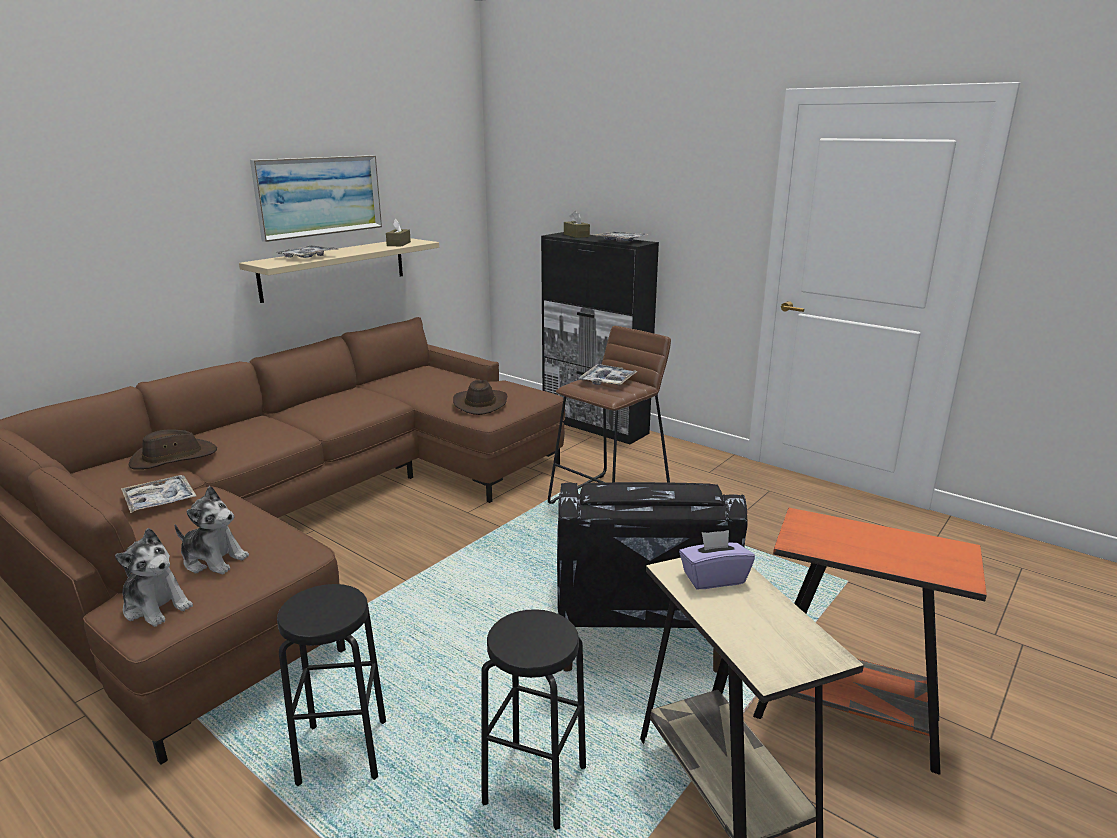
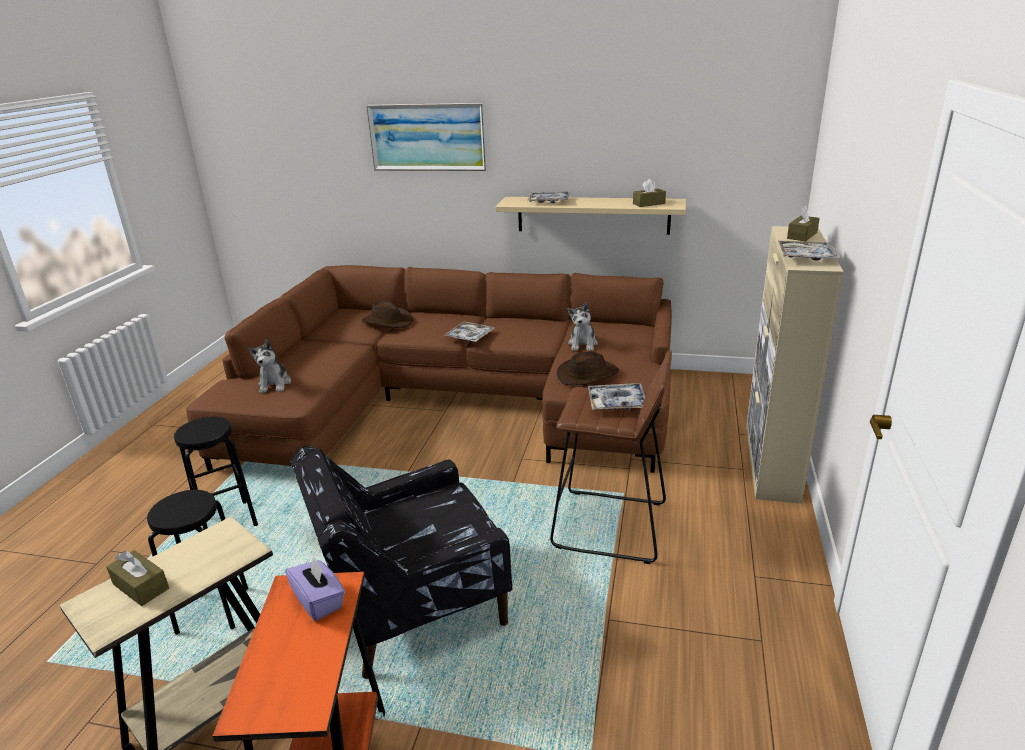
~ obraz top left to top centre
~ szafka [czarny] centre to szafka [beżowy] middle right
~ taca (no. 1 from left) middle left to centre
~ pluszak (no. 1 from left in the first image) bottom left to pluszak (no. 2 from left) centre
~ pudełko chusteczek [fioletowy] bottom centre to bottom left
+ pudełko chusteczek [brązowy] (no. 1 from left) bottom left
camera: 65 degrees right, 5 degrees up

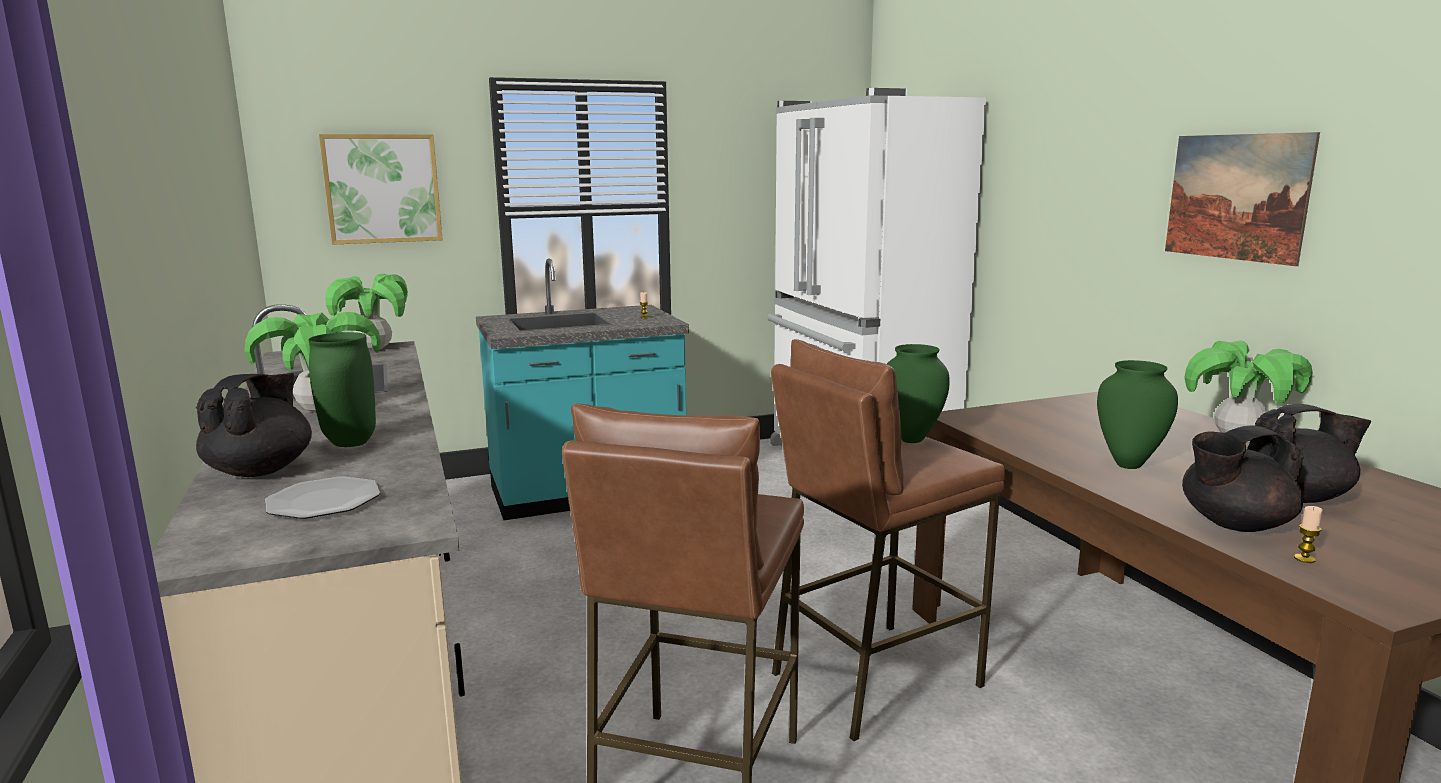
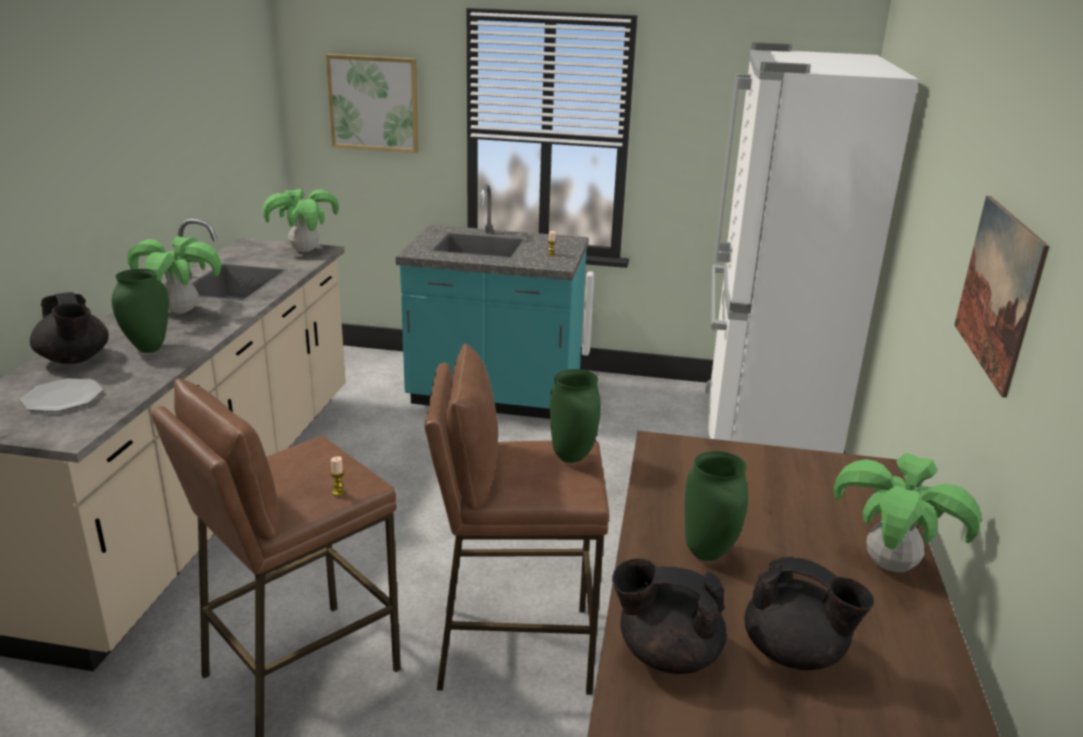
~ imbryk [czarny] (no. 1 from left) middle left = middle left 105 degrees clockwise
~ świeca (no. 2 from left in the first image) bottom right to świeca (no. 1 from left) middle left
camera: 30 degrees right, 10 degrees up

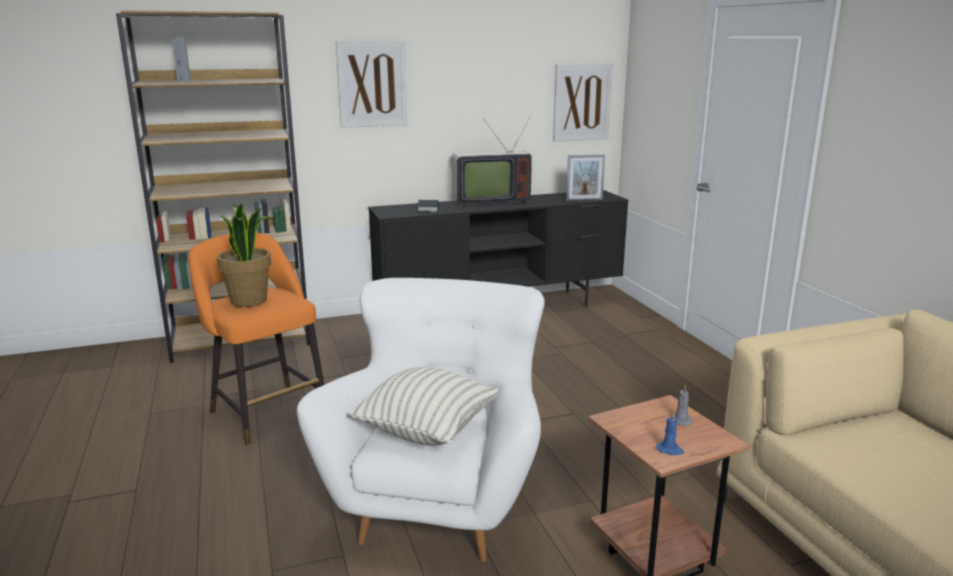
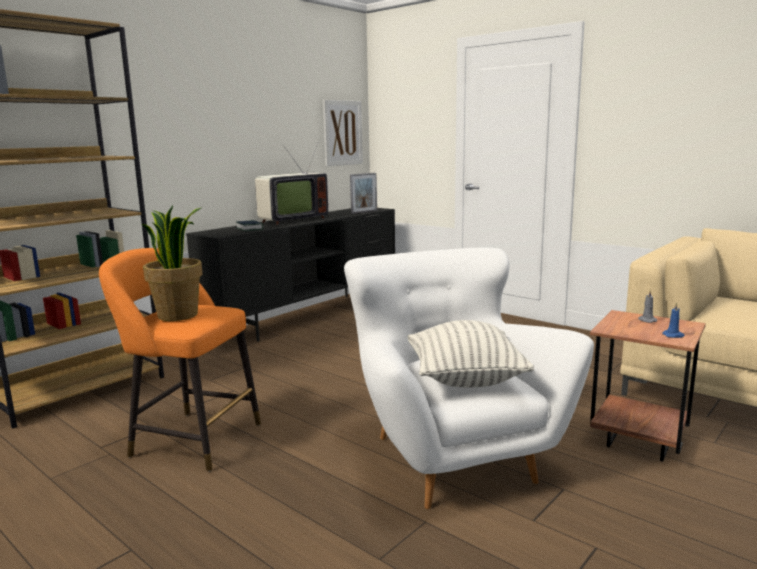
- obraz (no. 1 from left) top centre
camera: 30 degrees left, 5 degrees down

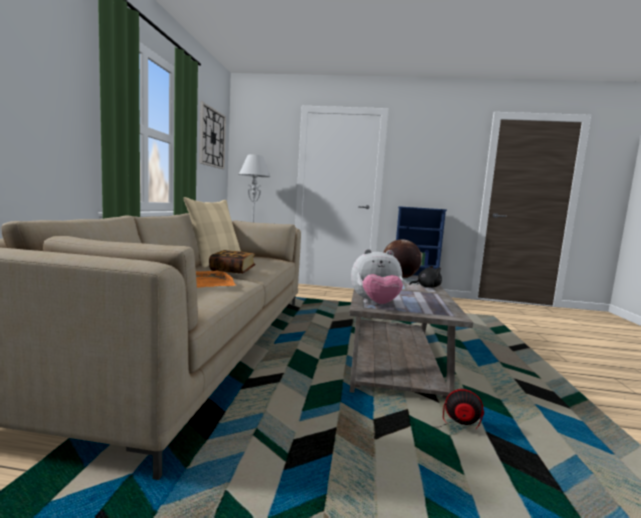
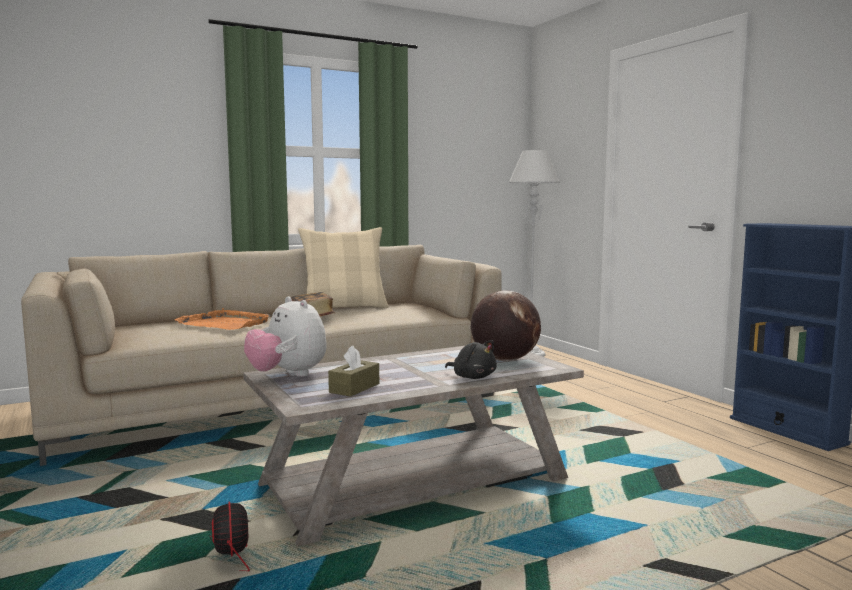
- zegar ścienny top left
+ pudełko chusteczek [brązowy] centre
camera: 55 degrees right, 0 degrees up

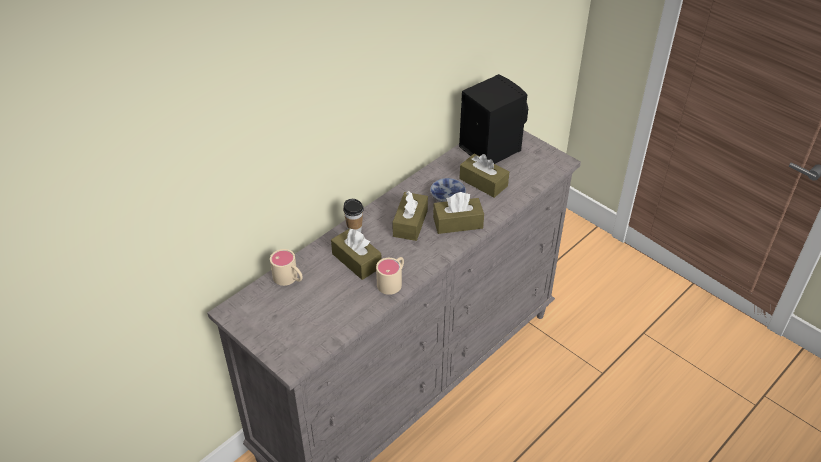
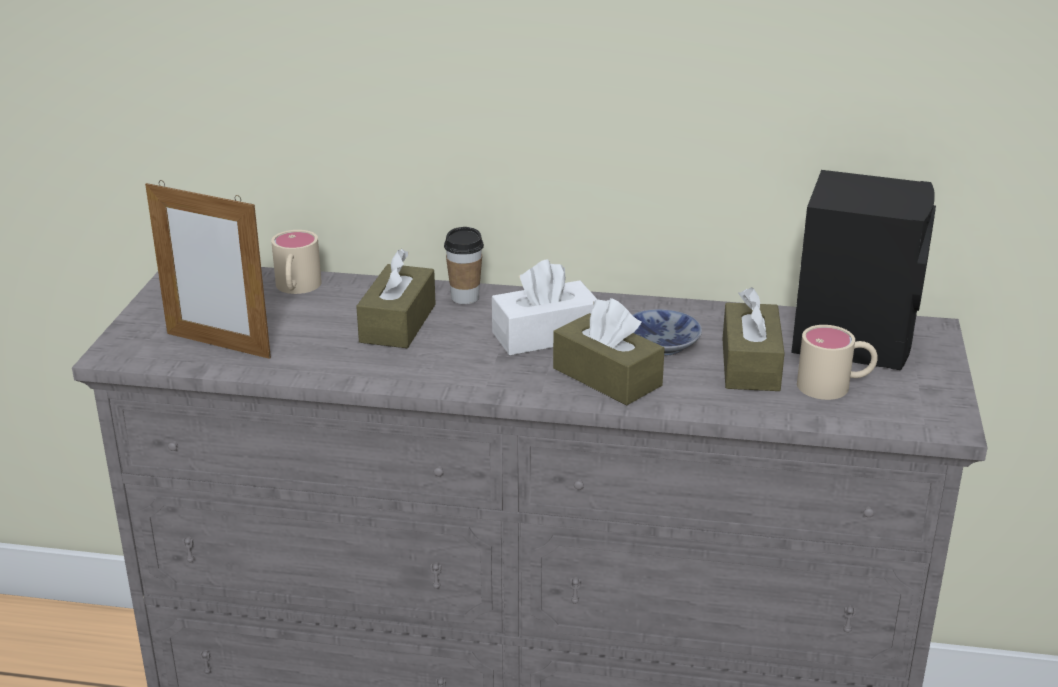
~ pudełko chusteczek [brązowy] (no. 2 from left) centre to pudełko chusteczek [biały] centre
~ kubek [beżowy] (no. 2 from left) centre to middle right
+ ramka na zdjęcie middle left
camera: 55 degrees right, 15 degrees down

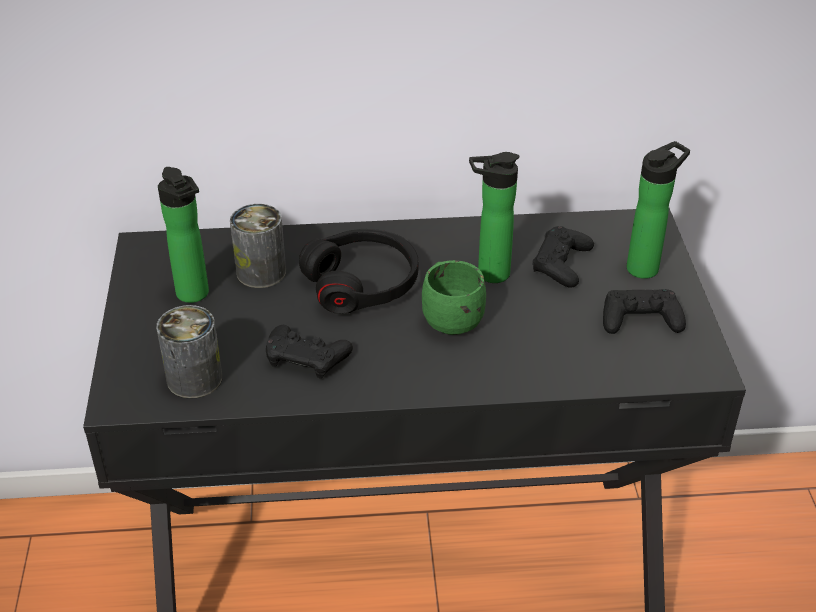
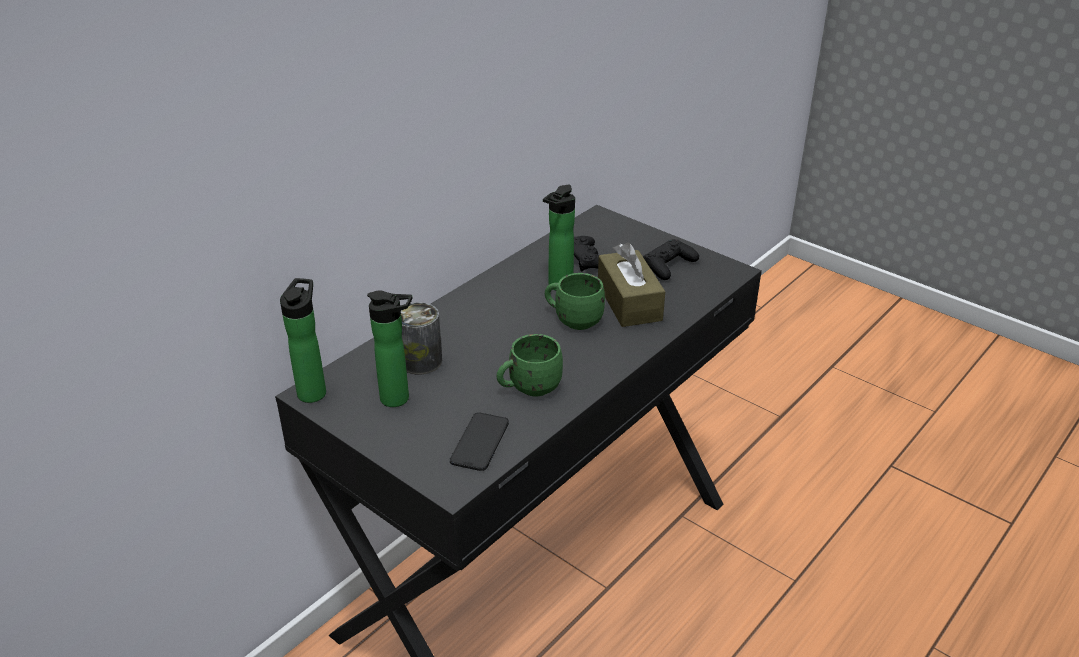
~ butelka (no. 3 from left in the first image) middle right to butelka (no. 1 from left) middle left
- słuchawki [czarny] centre
~ puszka (no. 1 from left) middle left to telefon bottom centre
~ pad do gier [czarny] (no. 1 from left) centre to kubek [zielony] (no. 1 from left) centre
+ pudełko chusteczek [brązowy] centre
camera: 45 degrees left, 5 degrees down

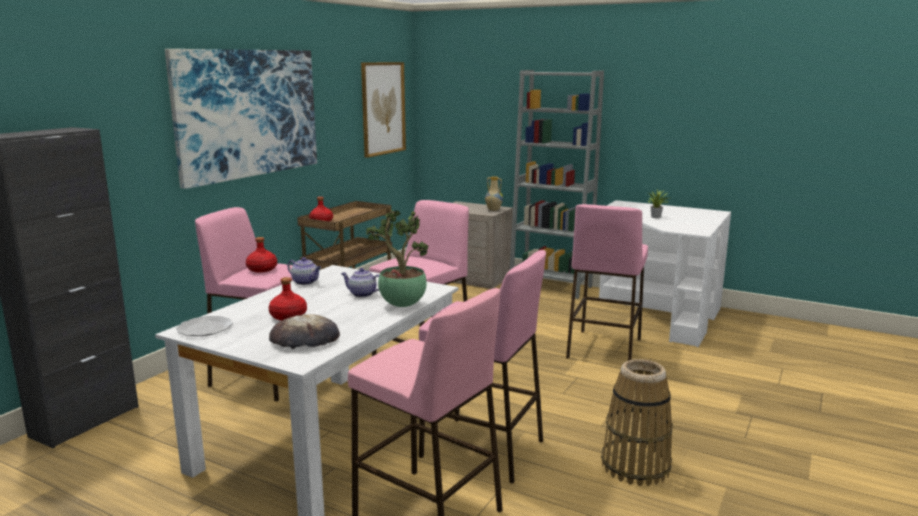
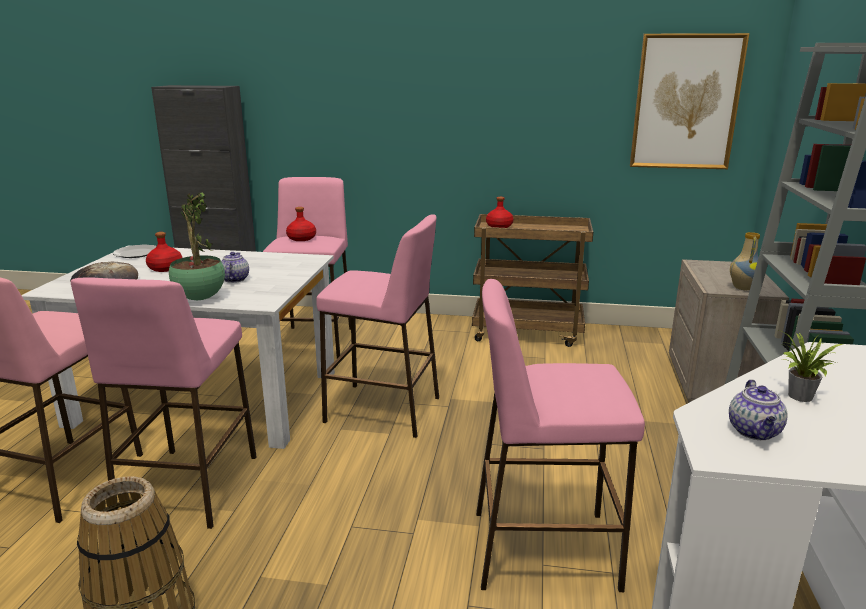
- obraz (no. 1 from left) top left
~ imbryk (no. 1 from left in the first image) middle left to imbryk (no. 2 from left) bottom right
camera: 70 degrees right, 5 degrees up

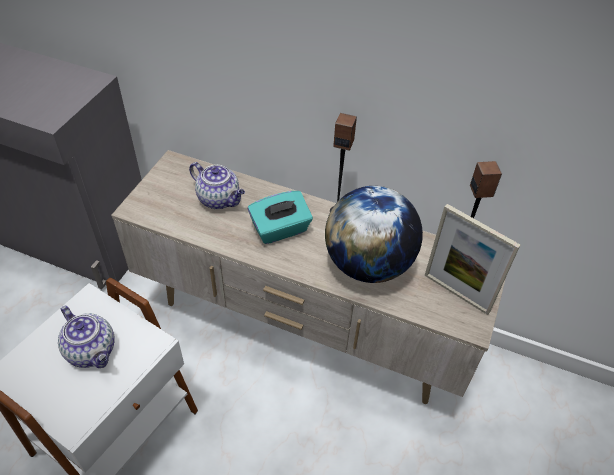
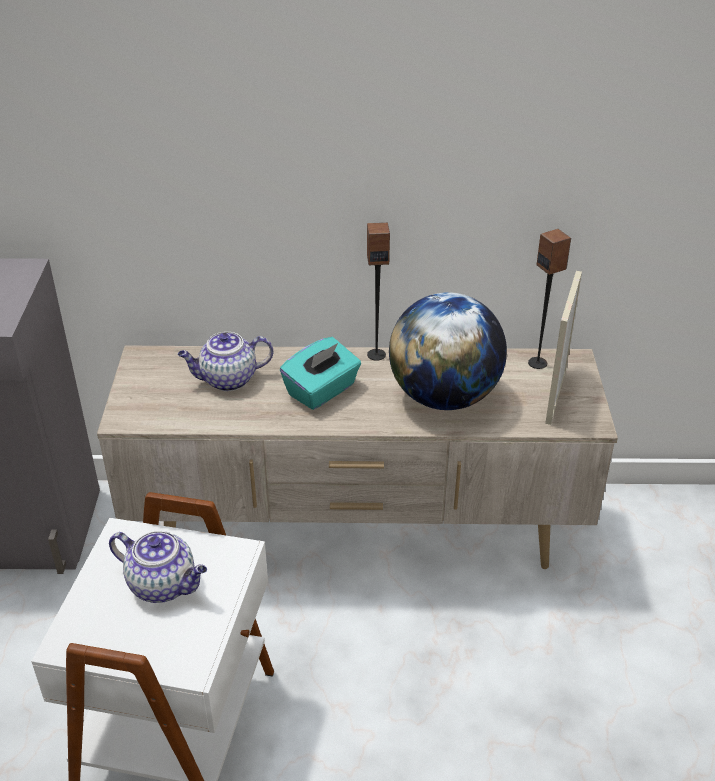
~ imbryk (no. 2 from left) centre = middle left 150 degrees clockwise
~ ramka na zdjęcie middle right = middle right 90 degrees clockwise
camera: 20 degrees left, 10 degrees down

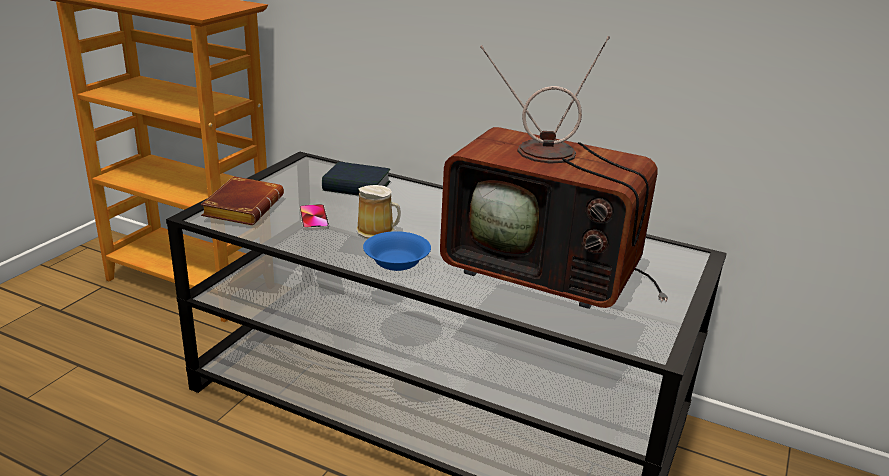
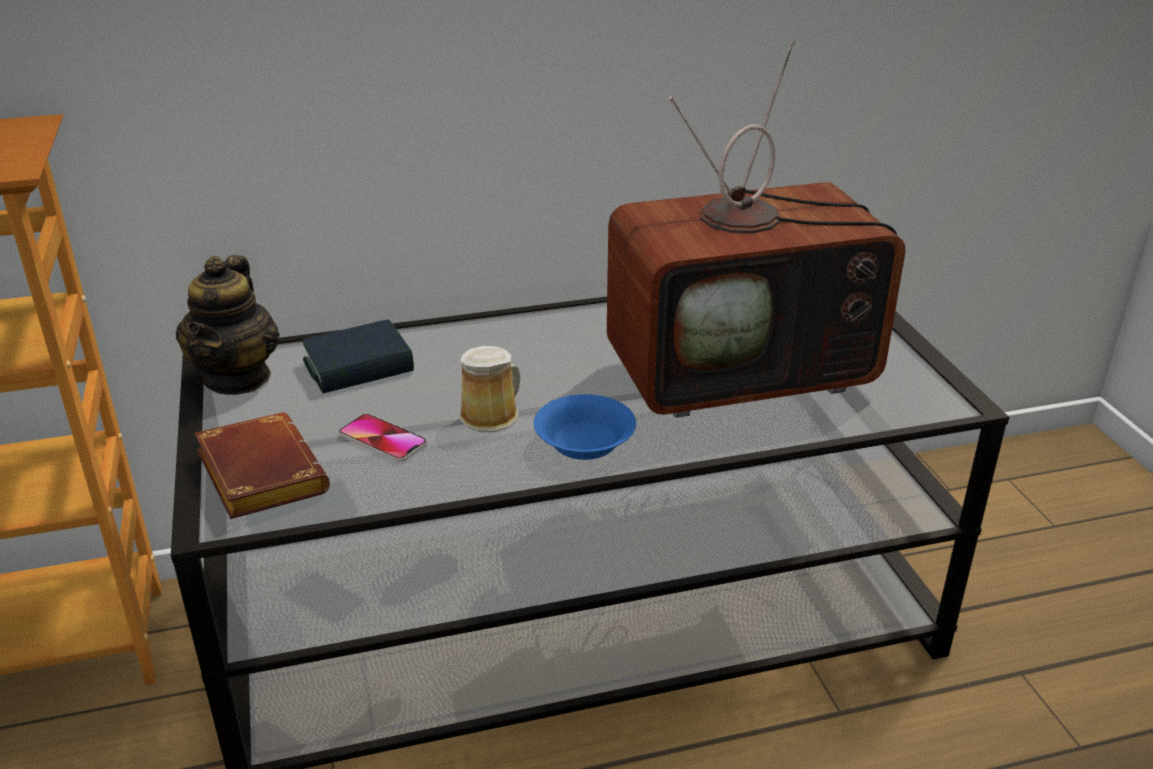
+ imbryk middle left
camera: 40 degrees left, 5 degrees up

